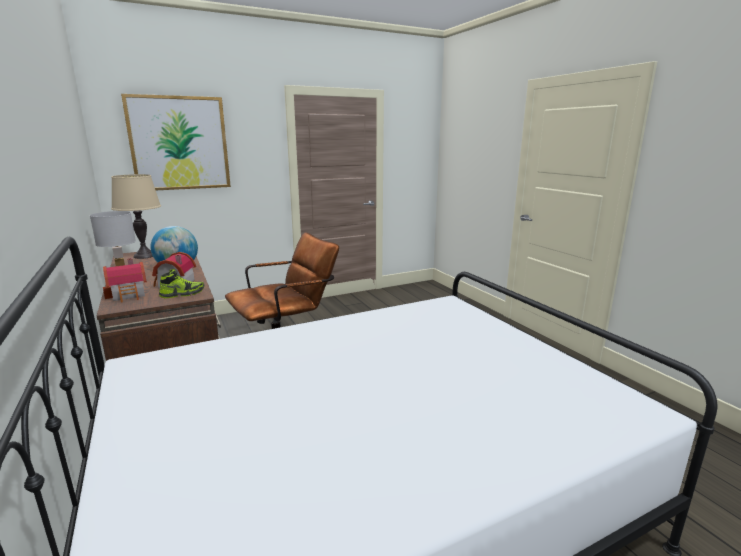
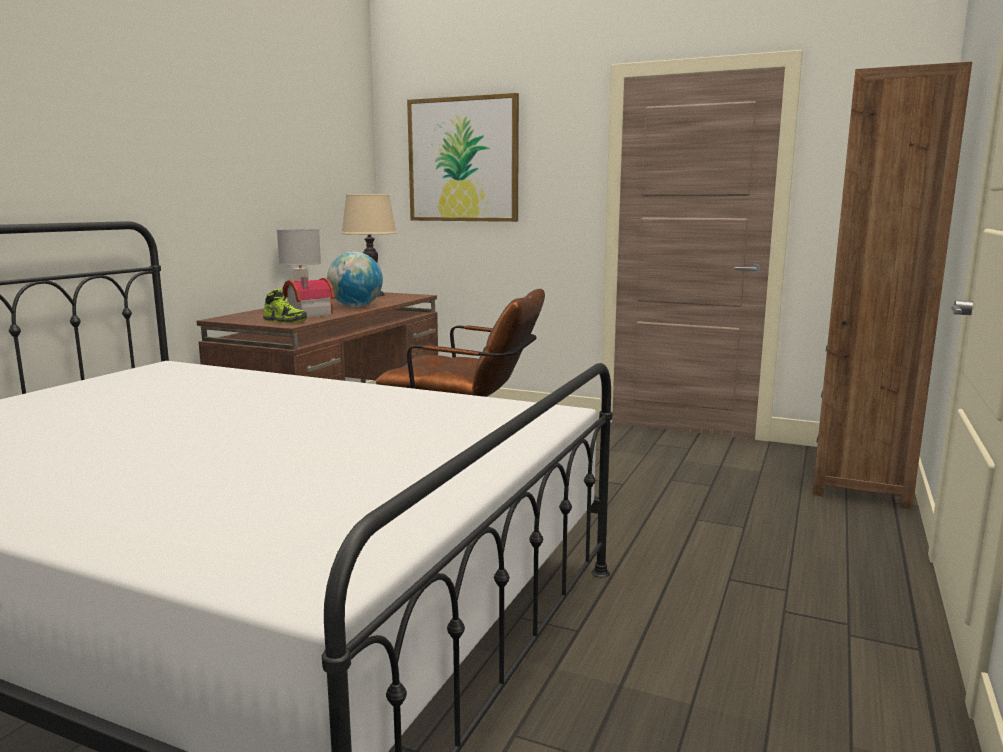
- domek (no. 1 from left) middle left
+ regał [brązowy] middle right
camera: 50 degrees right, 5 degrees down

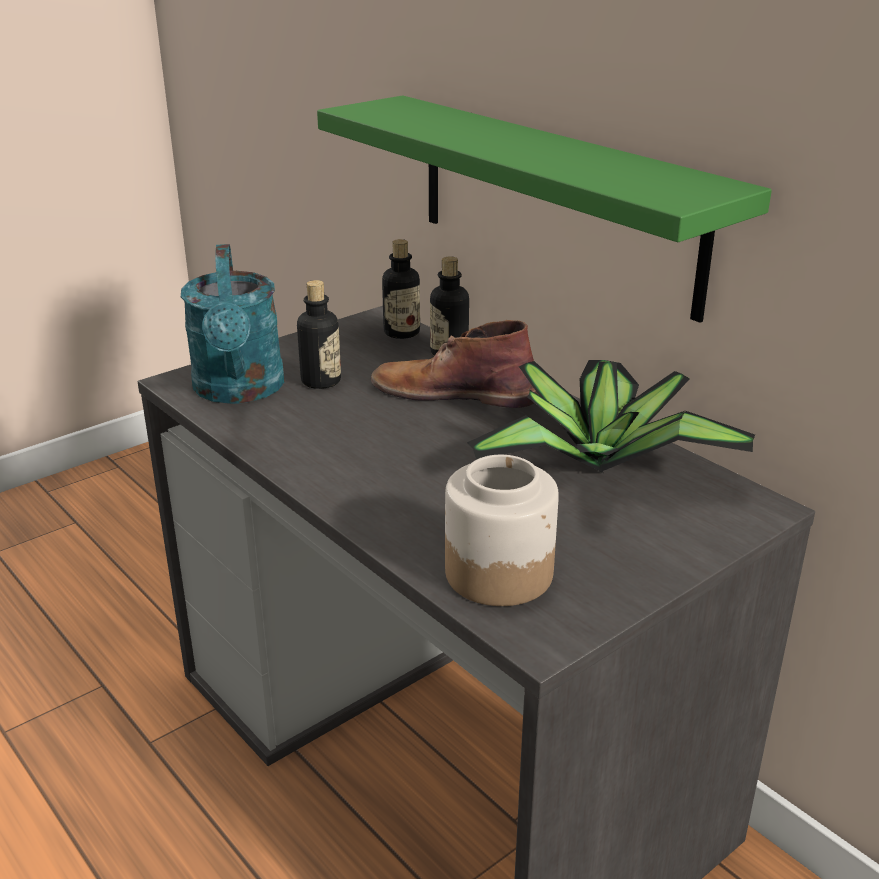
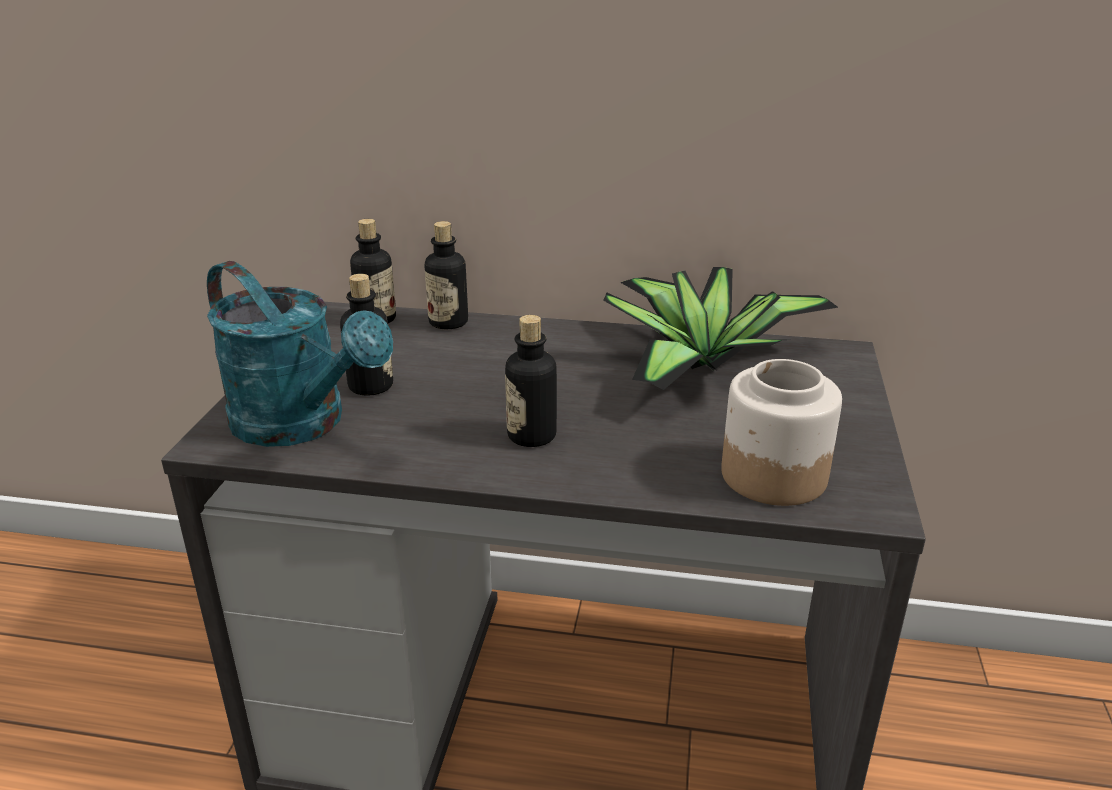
- półka [zielony] top centre
- but z cholewką [brązowy] centre
+ butelka (no. 4 from left) centre
camera: 40 degrees left, 0 degrees up

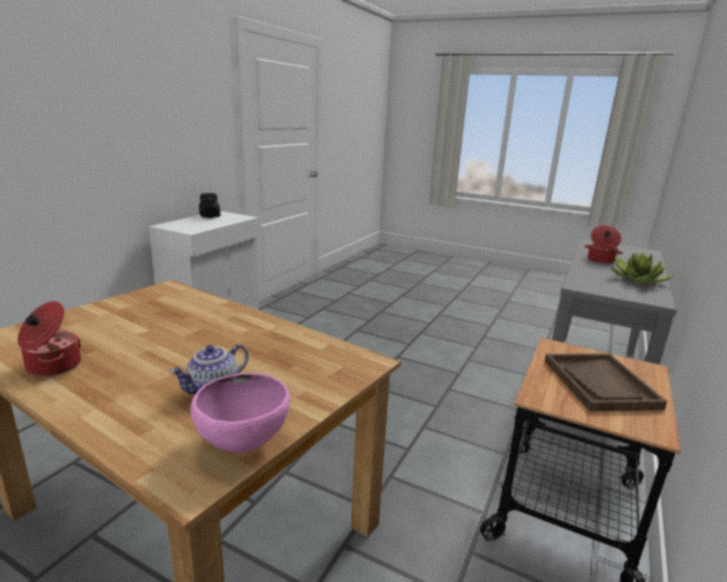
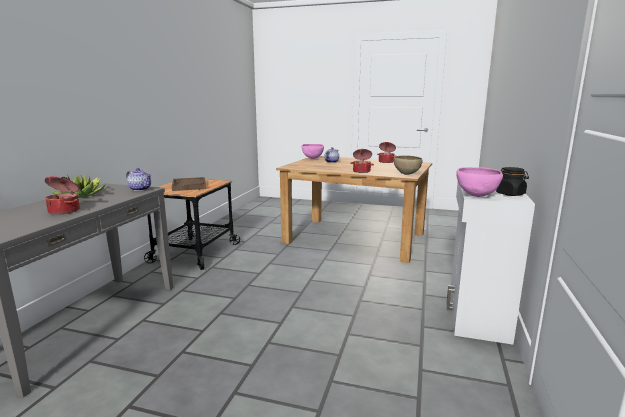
+ garnek (no. 2 from left) centre
+ miska [brązowy] centre
+ miska [różowy] (no. 2 from left) middle right
+ imbryk (no. 1 from left) middle left
camera: 170 degrees right, 5 degrees down

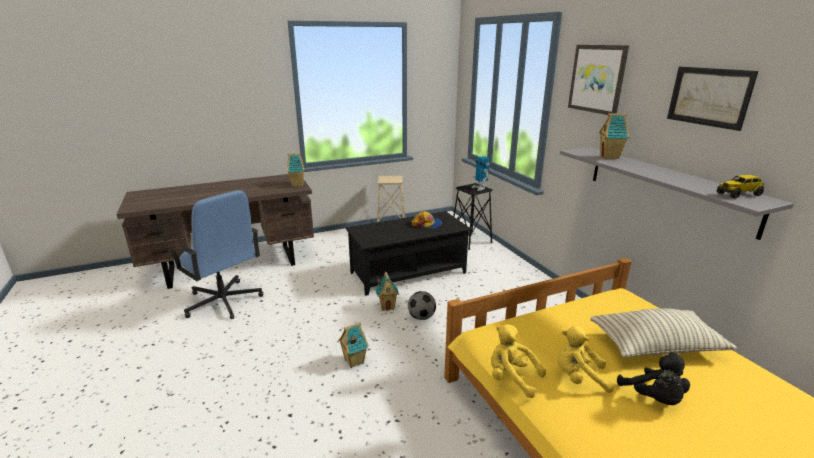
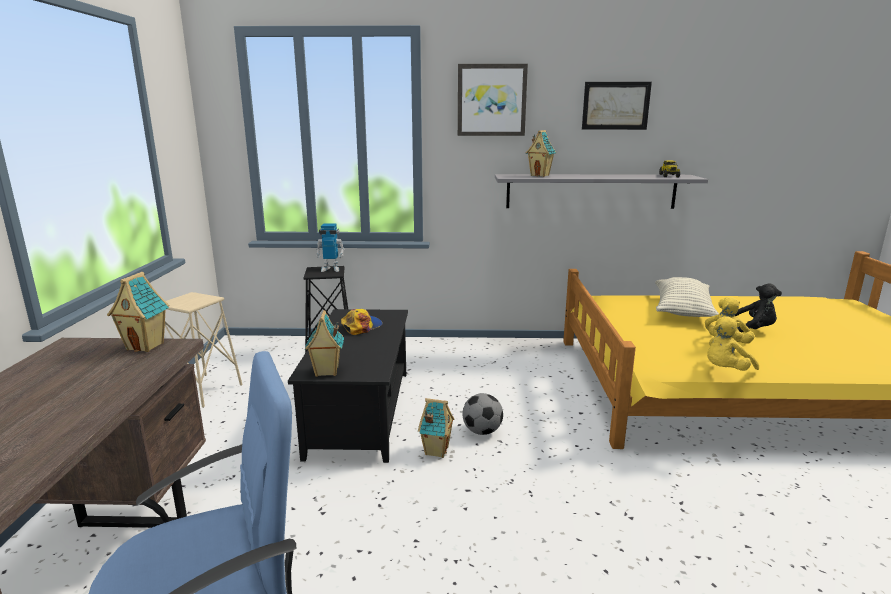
~ domek (no. 2 from left) bottom centre to centre
camera: 65 degrees left, 5 degrees down

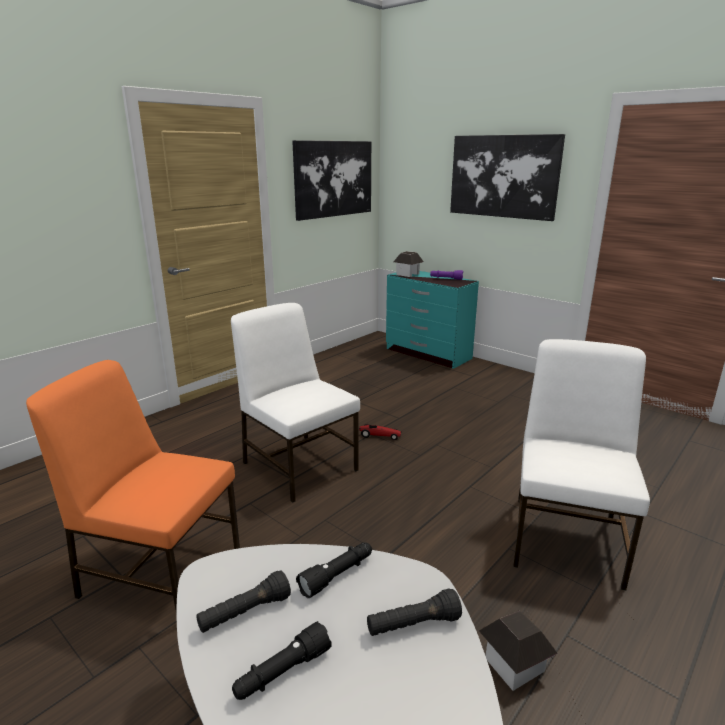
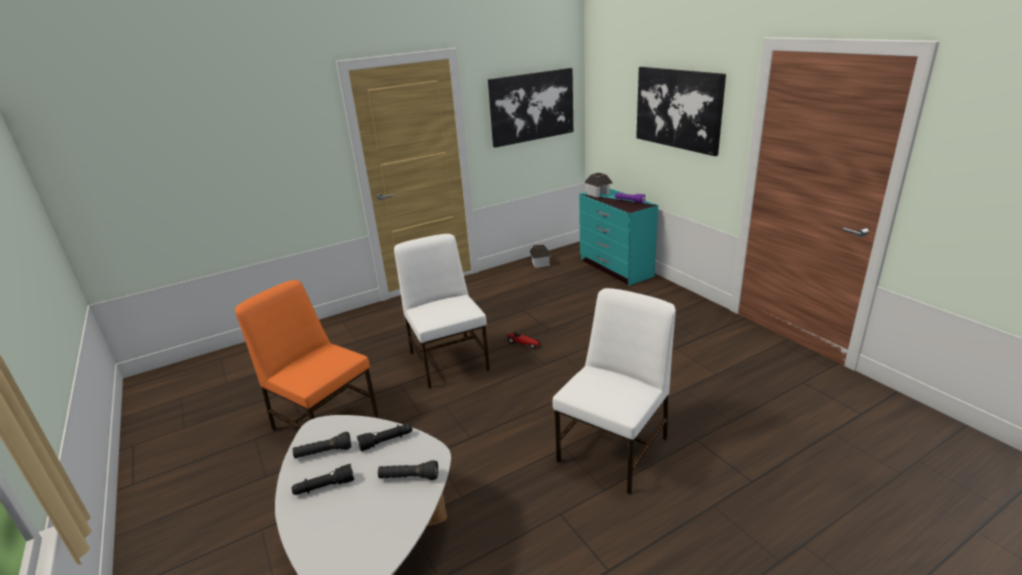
~ domek (no. 2 from left in the first image) bottom right to domek (no. 1 from left) centre
camera: 20 degrees right, 5 degrees up

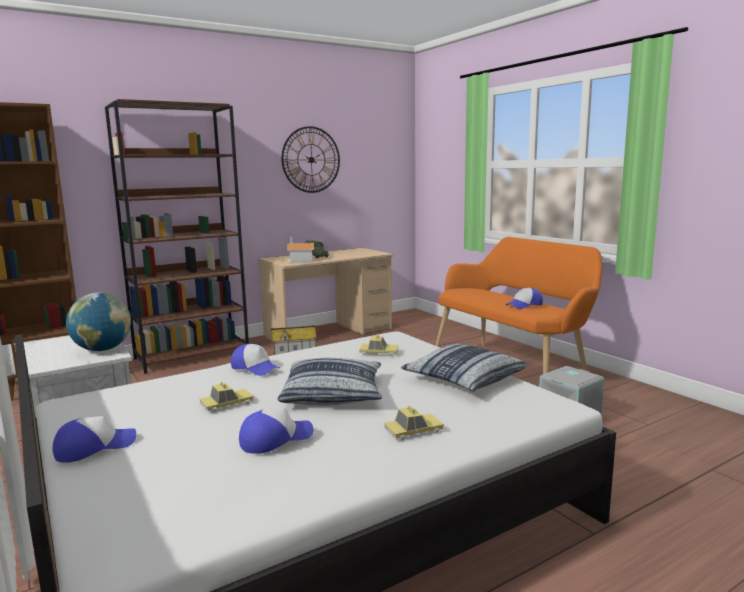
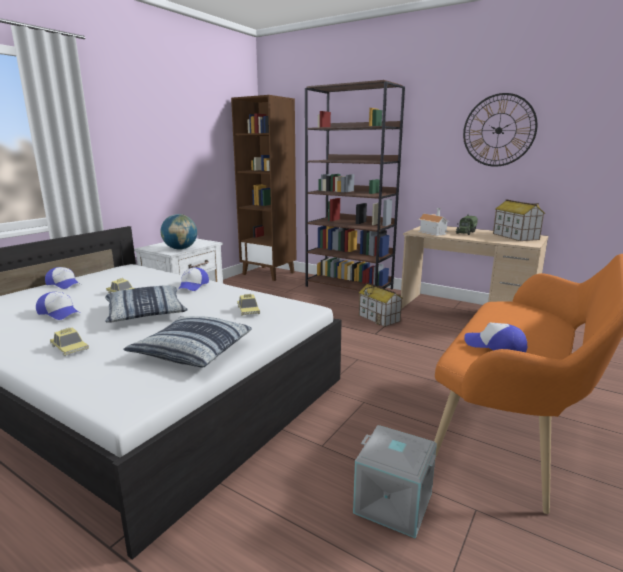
+ domek (no. 3 from left) middle right
camera: 65 degrees right, 5 degrees up

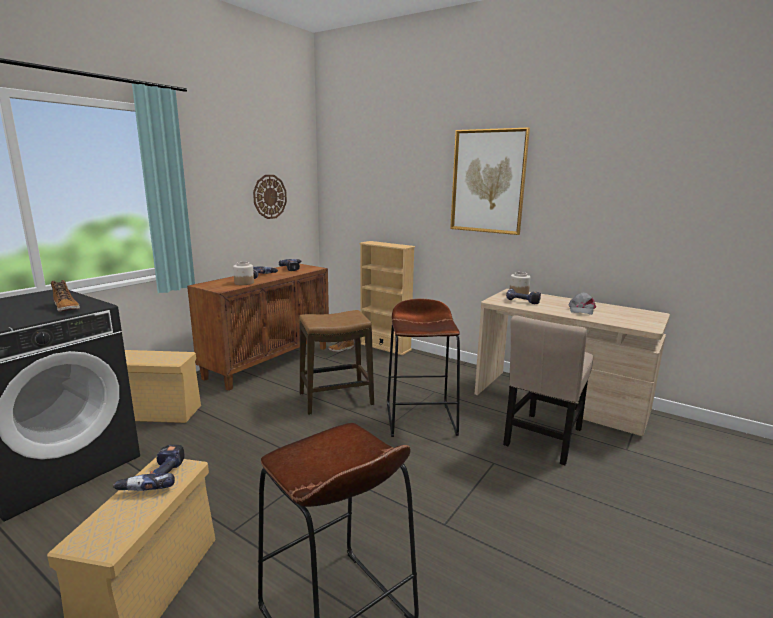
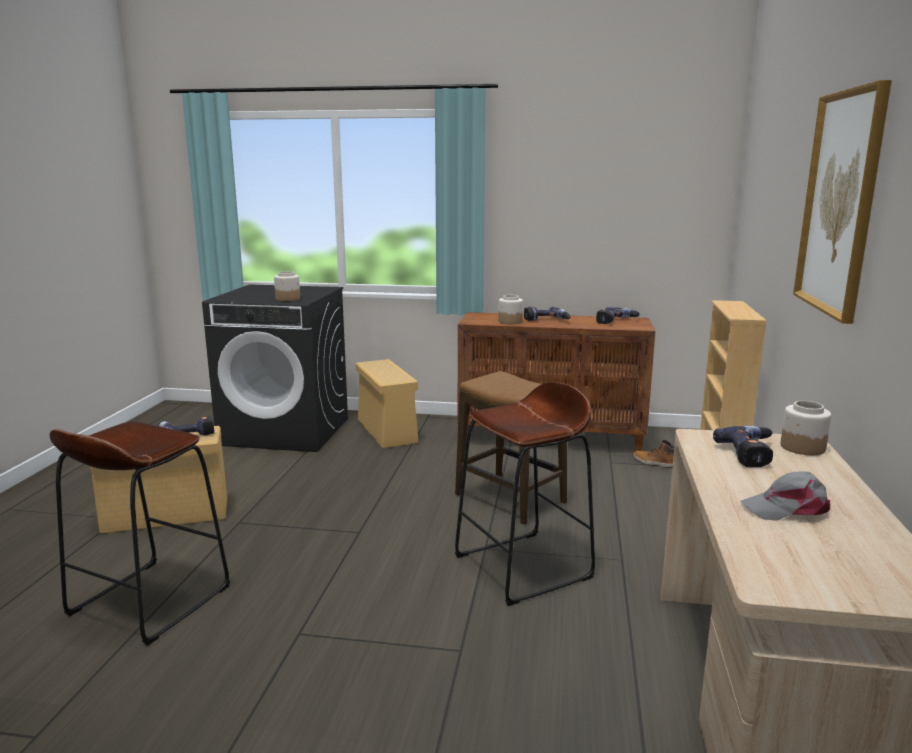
- zegar ścienny top centre
~ but z cholewką (no. 1 from left) middle left to słoik (no. 1 from left) middle left
- krzesło [beżowy] middle right
camera: 65 degrees right, 0 degrees up

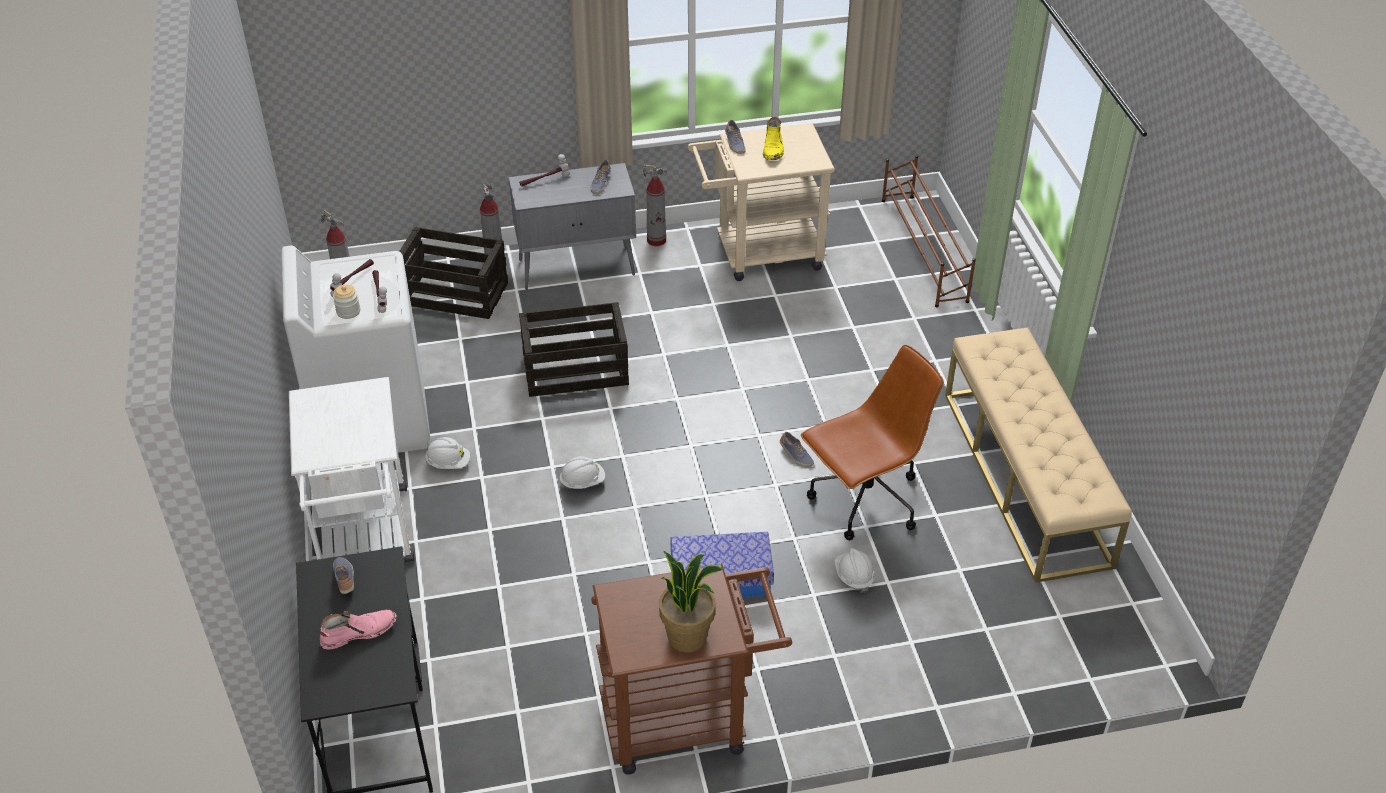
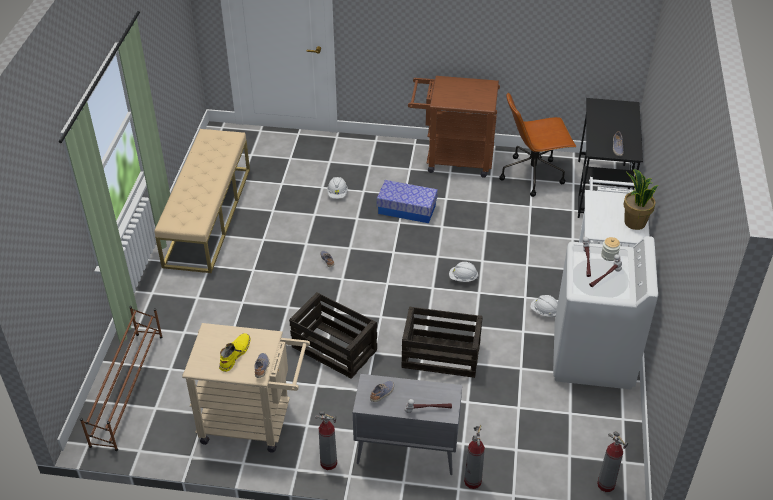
~ skrzynka (no. 1 from left) middle left to bottom centre
~ krzesło biurowe [brązowy] centre to top right
~ roślina doniczkowa bottom centre to middle right
- but z cholewką [różowy] bottom left
camera: 160 degrees left, 0 degrees up

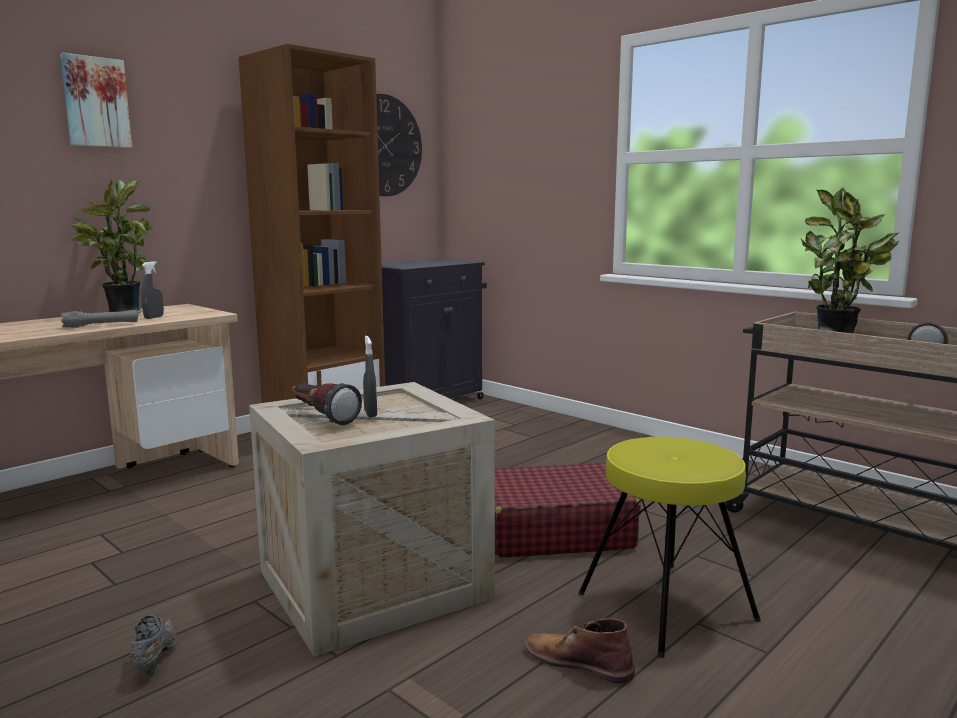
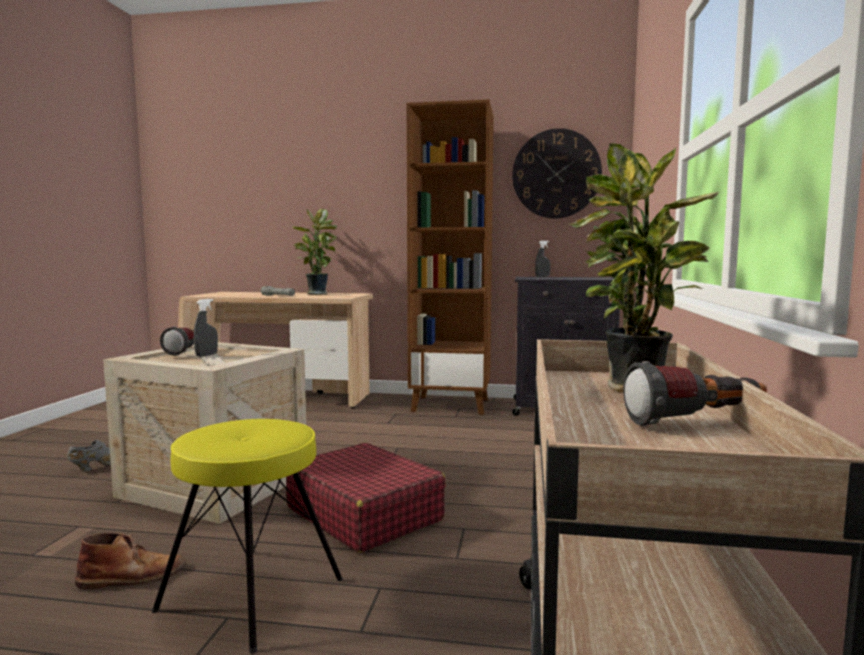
- obraz top left
~ spryskiwacz [szary] (no. 1 from left in the first image) middle left to spryskiwacz [szary] (no. 2 from left) centre
~ but z cholewką [brązowy] bottom centre = bottom left 75 degrees clockwise
camera: 55 degrees right, 5 degrees down

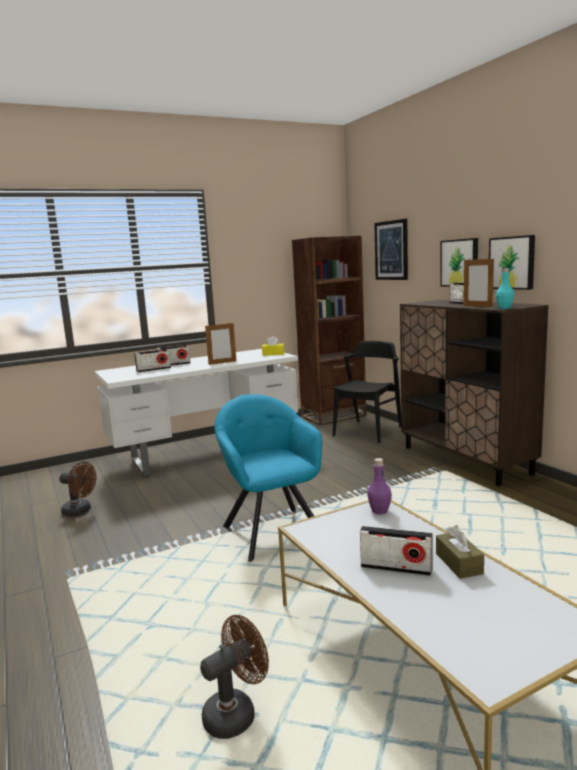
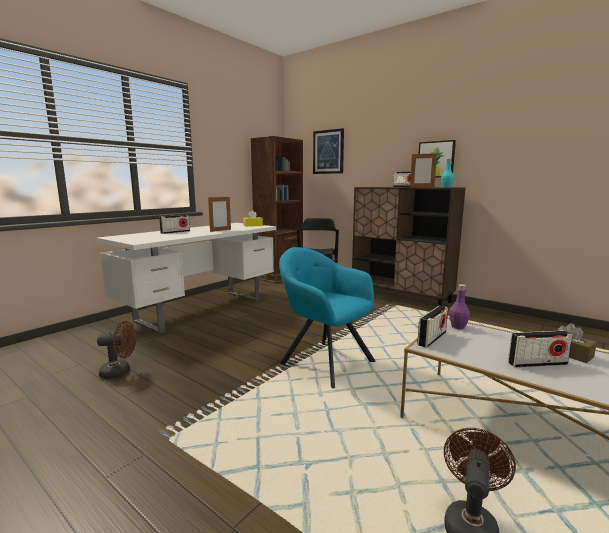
- obraz (no. 2 from left) middle right
~ radio (no. 1 from left in the first image) middle left to radio (no. 3 from left) middle right
camera: 25 degrees left, 0 degrees up

